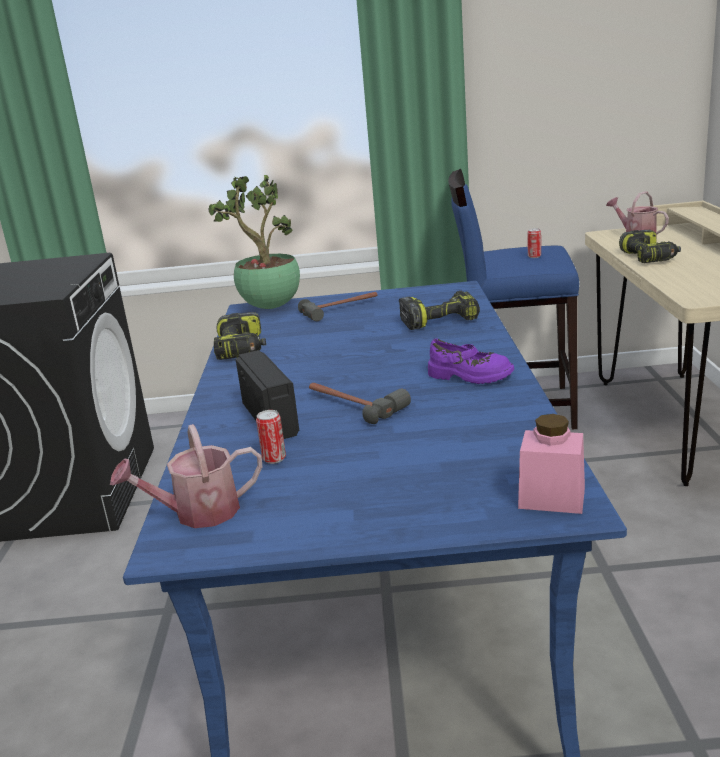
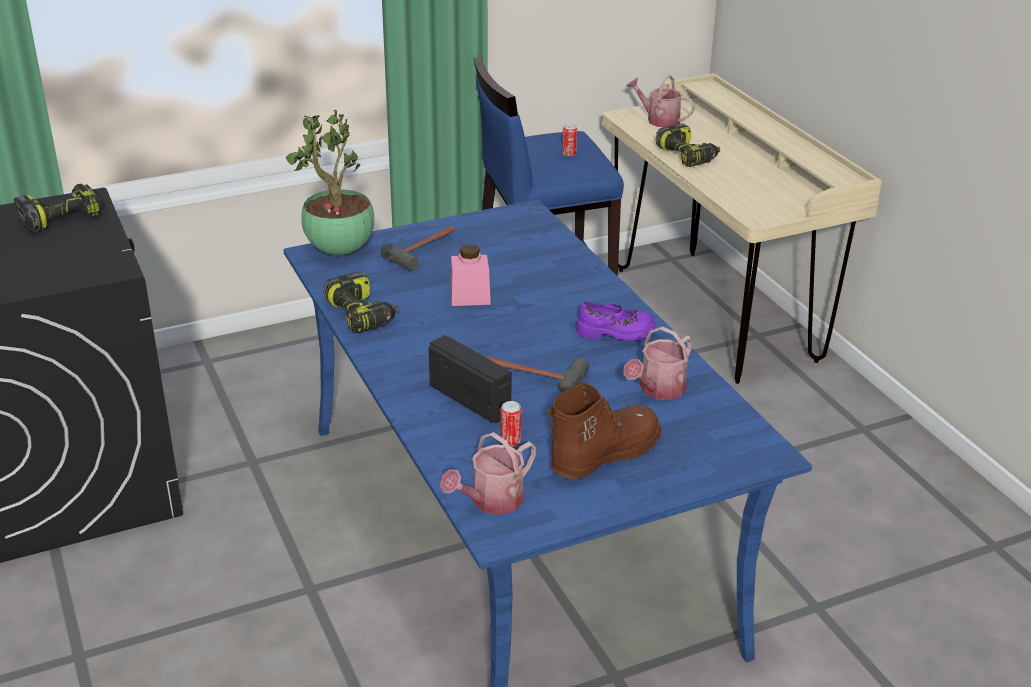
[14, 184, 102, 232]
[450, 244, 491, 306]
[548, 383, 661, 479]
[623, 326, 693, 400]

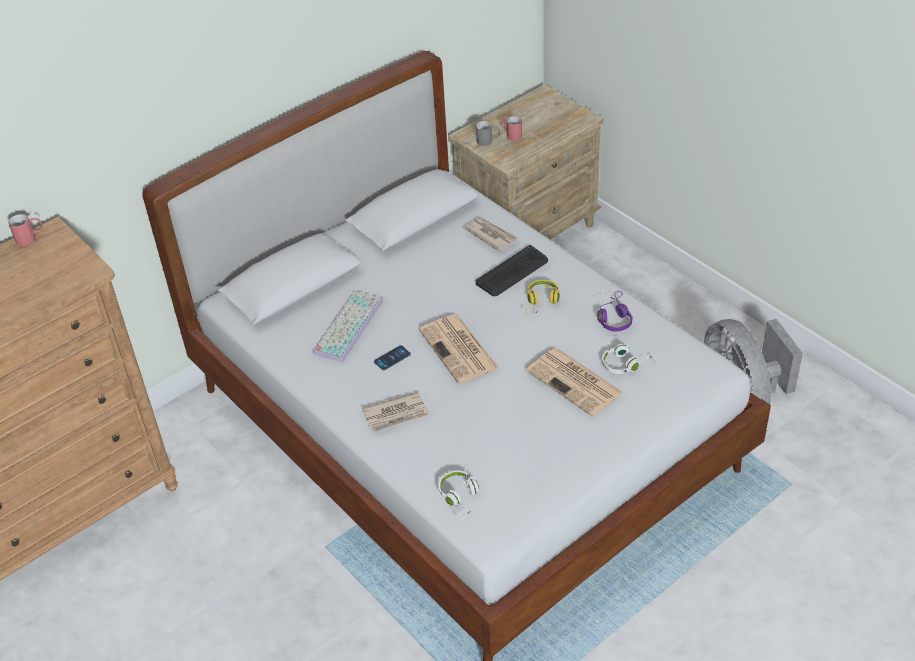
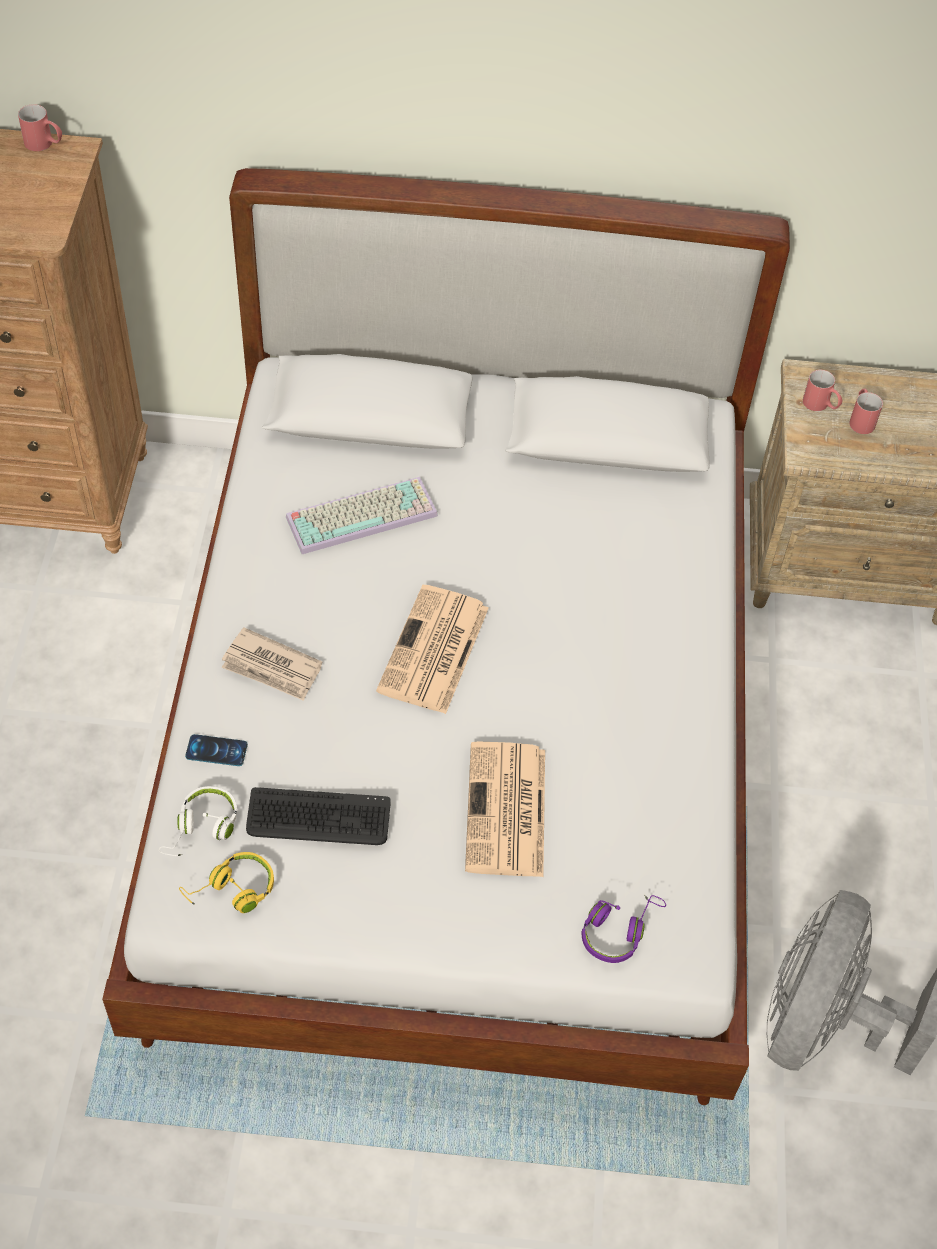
[179, 852, 274, 913]
[185, 734, 248, 766]
[246, 787, 391, 845]
[582, 895, 666, 963]
[803, 370, 842, 411]
[464, 217, 518, 252] (first image)
[602, 340, 657, 374] (first image)

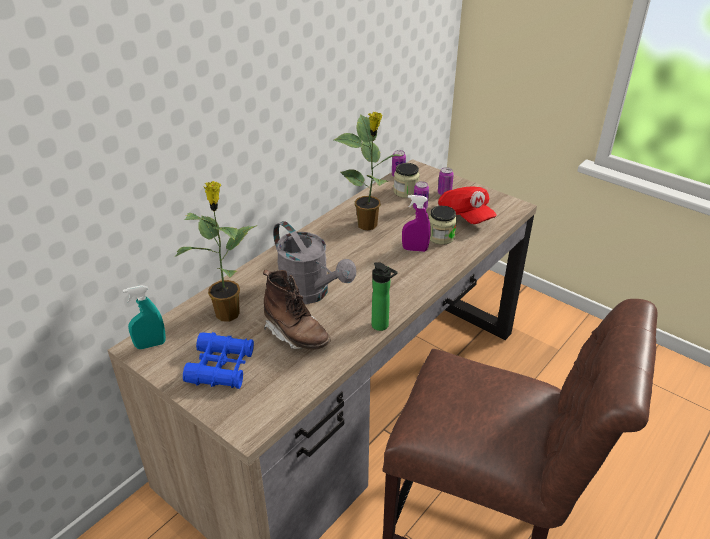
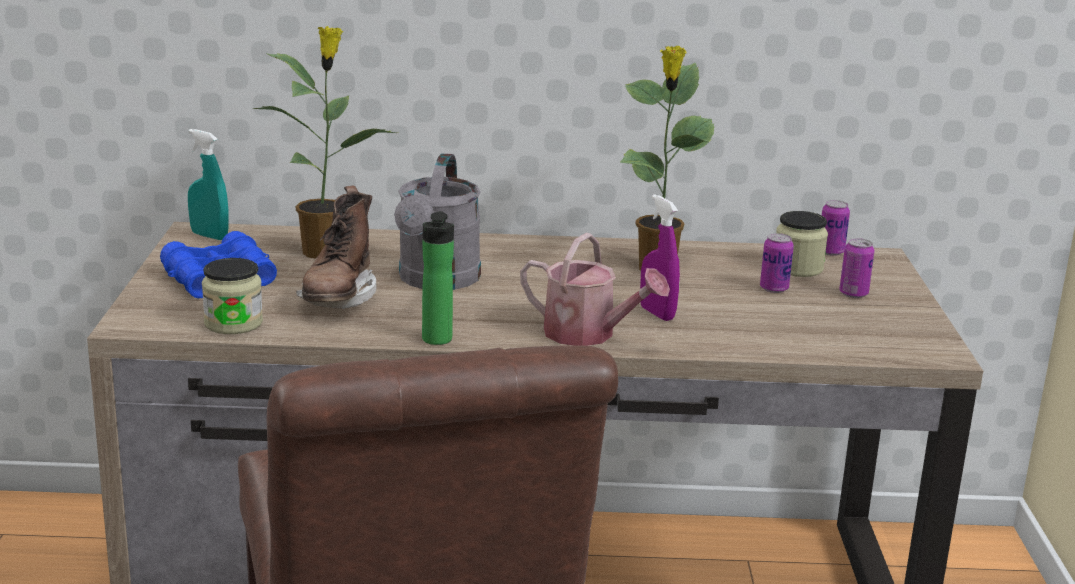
[202, 258, 263, 334]
[520, 233, 670, 346]
[438, 187, 497, 224] (first image)

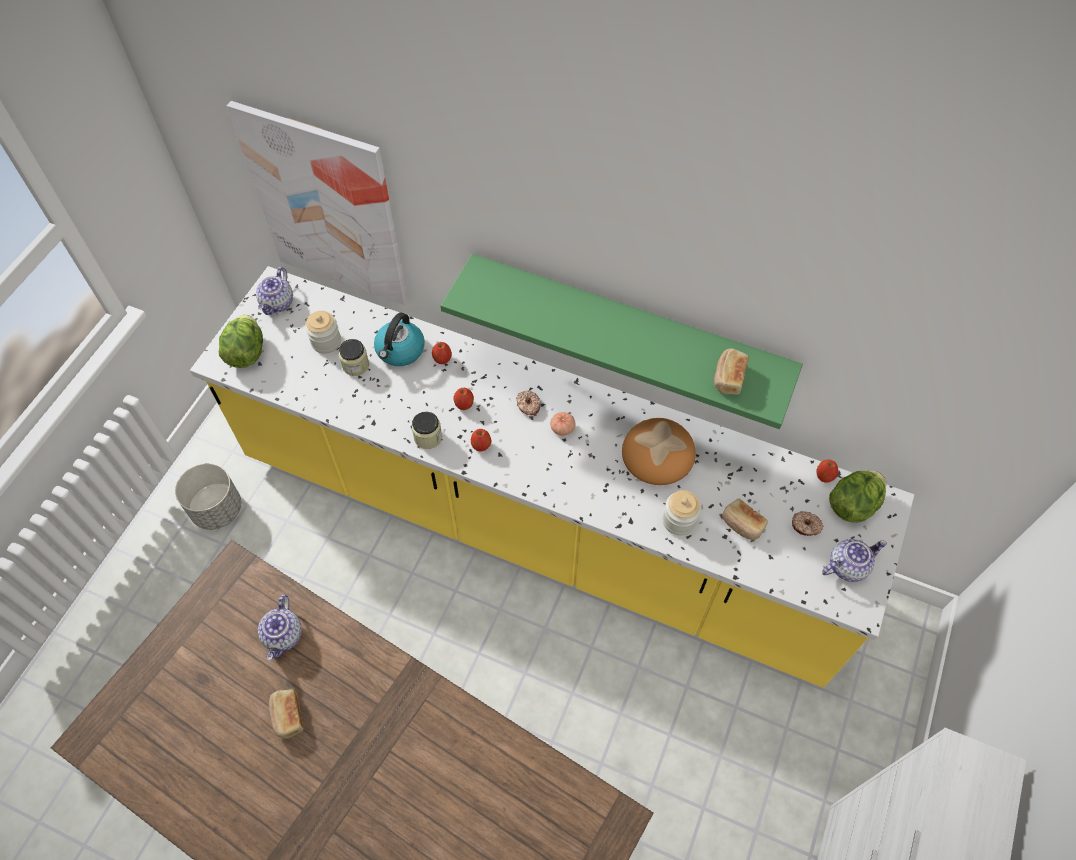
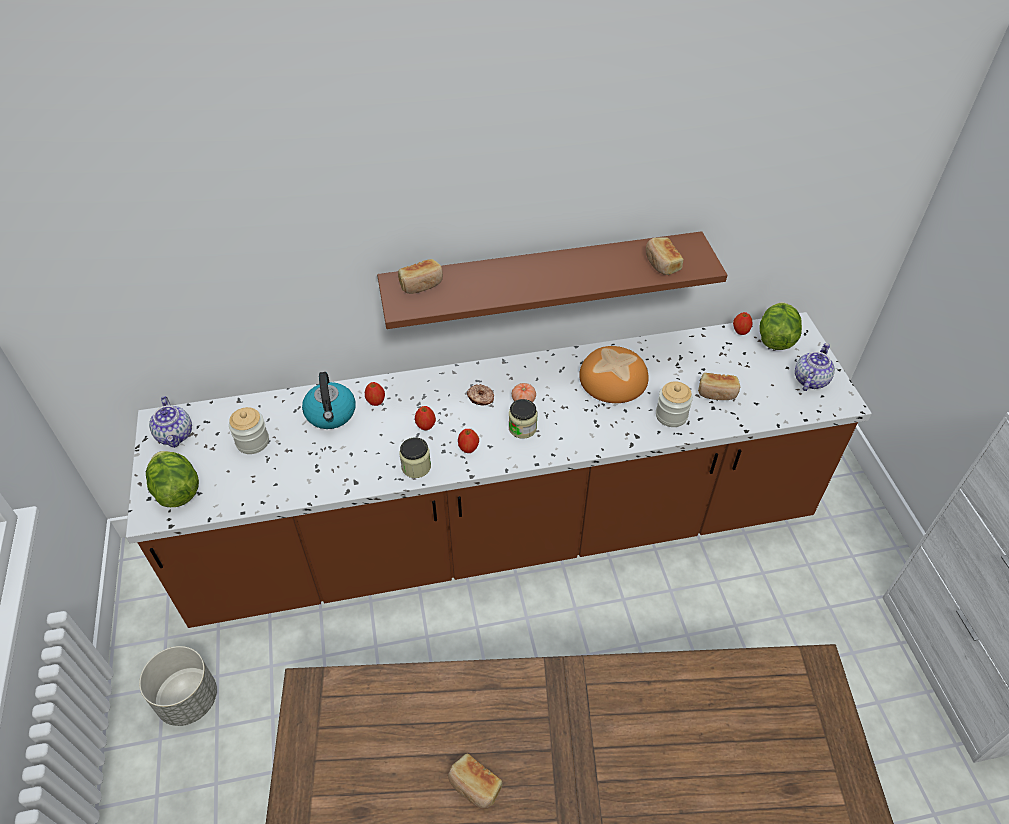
[126, 312, 872, 628]
[377, 231, 727, 329]
[398, 259, 443, 294]
[509, 399, 538, 439]
[227, 101, 408, 305] (first image)
[258, 595, 302, 660] (first image)
[792, 511, 823, 536] (first image)

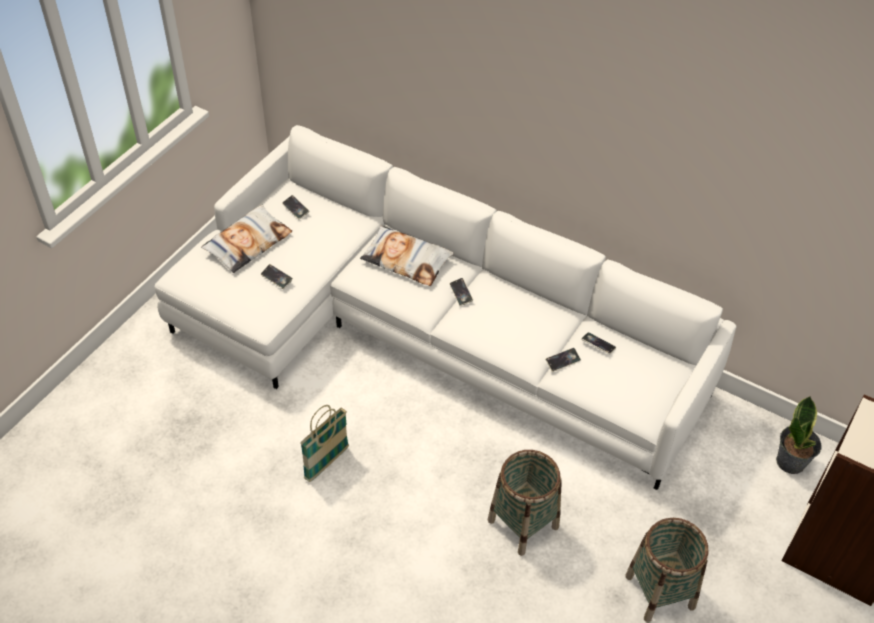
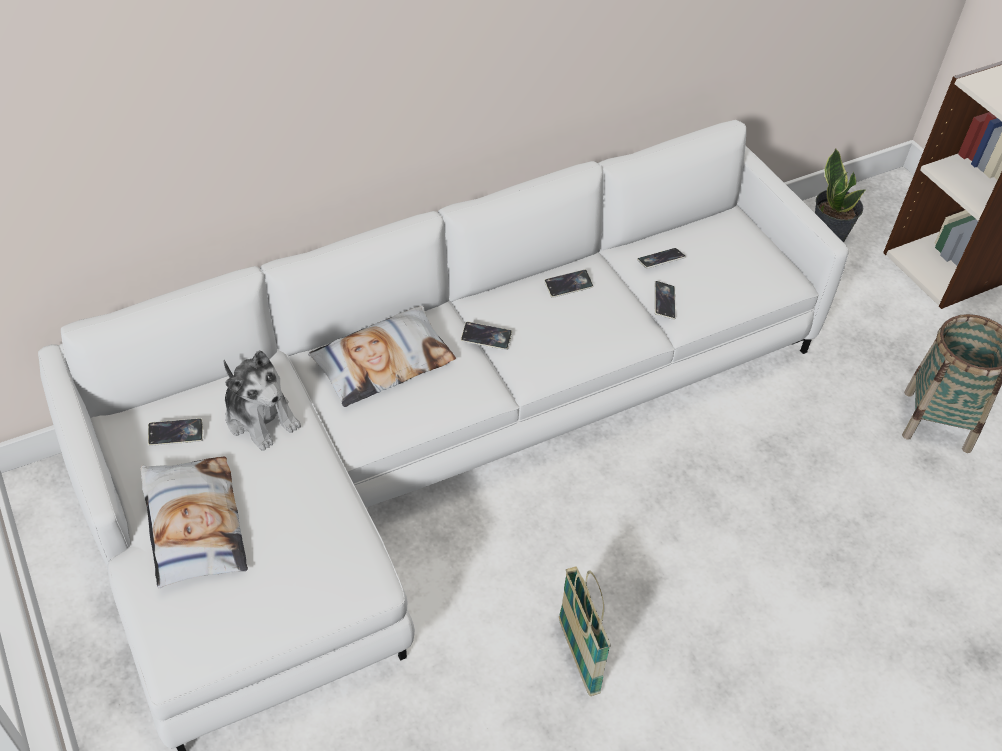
[223, 350, 301, 451]
[544, 269, 593, 298]
[488, 450, 562, 556] (first image)

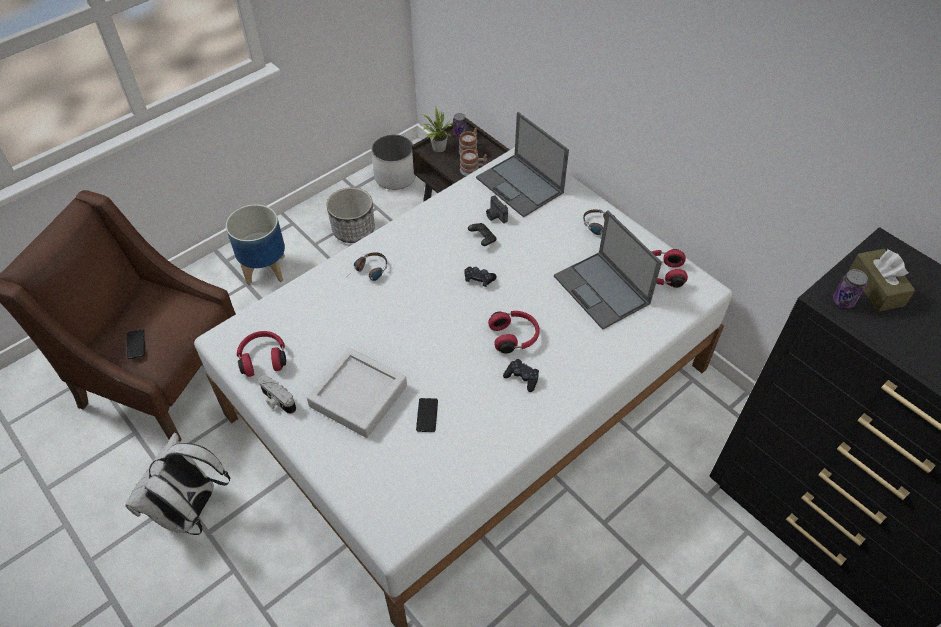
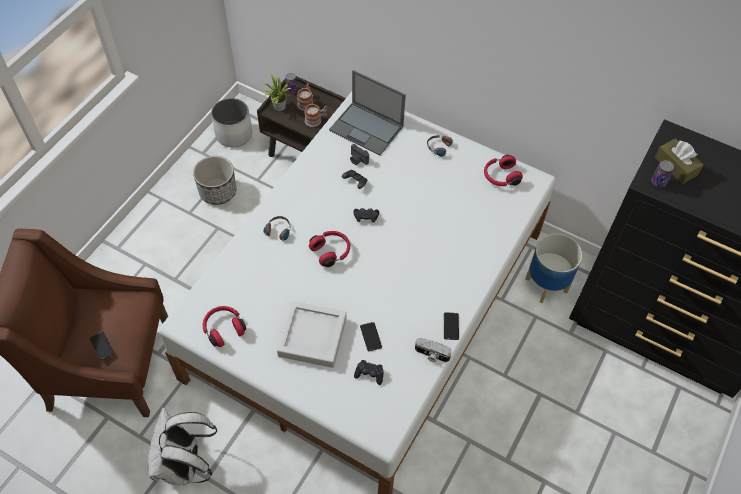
[309, 231, 350, 267]
[354, 360, 384, 385]
[415, 338, 452, 362]
[444, 312, 459, 340]
[525, 233, 582, 303]
[554, 210, 662, 330] (first image)

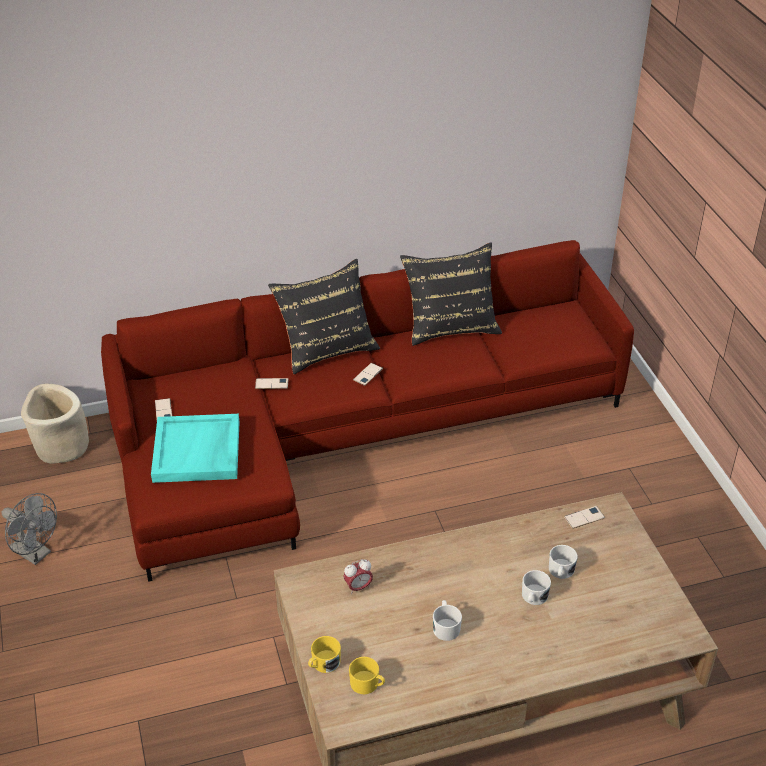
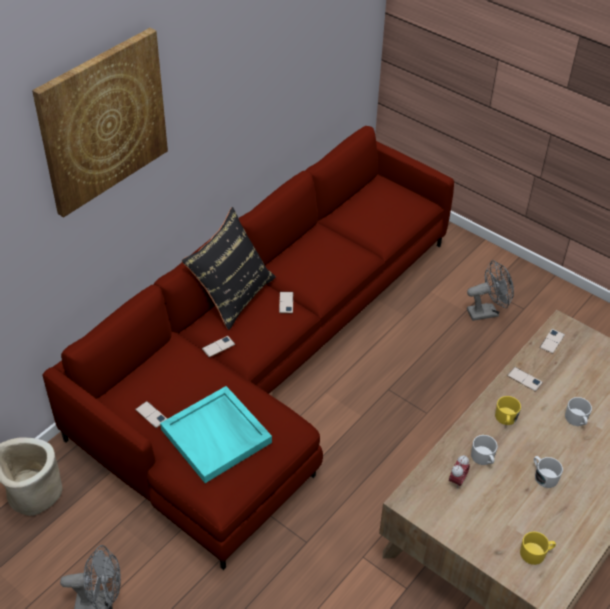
[32, 28, 168, 218]
[467, 260, 514, 321]
[471, 435, 498, 465]
[495, 396, 521, 425]
[507, 367, 543, 392]
[400, 242, 502, 346] (first image)

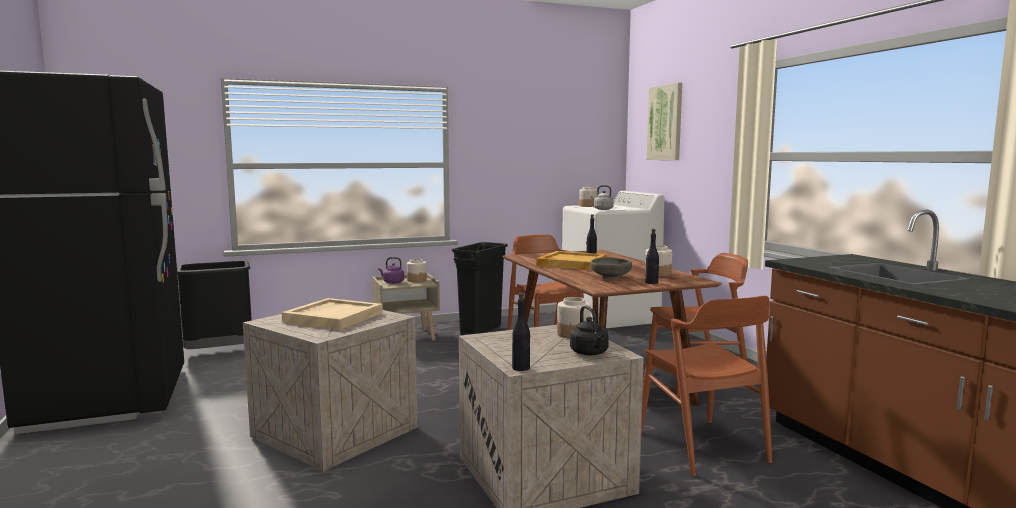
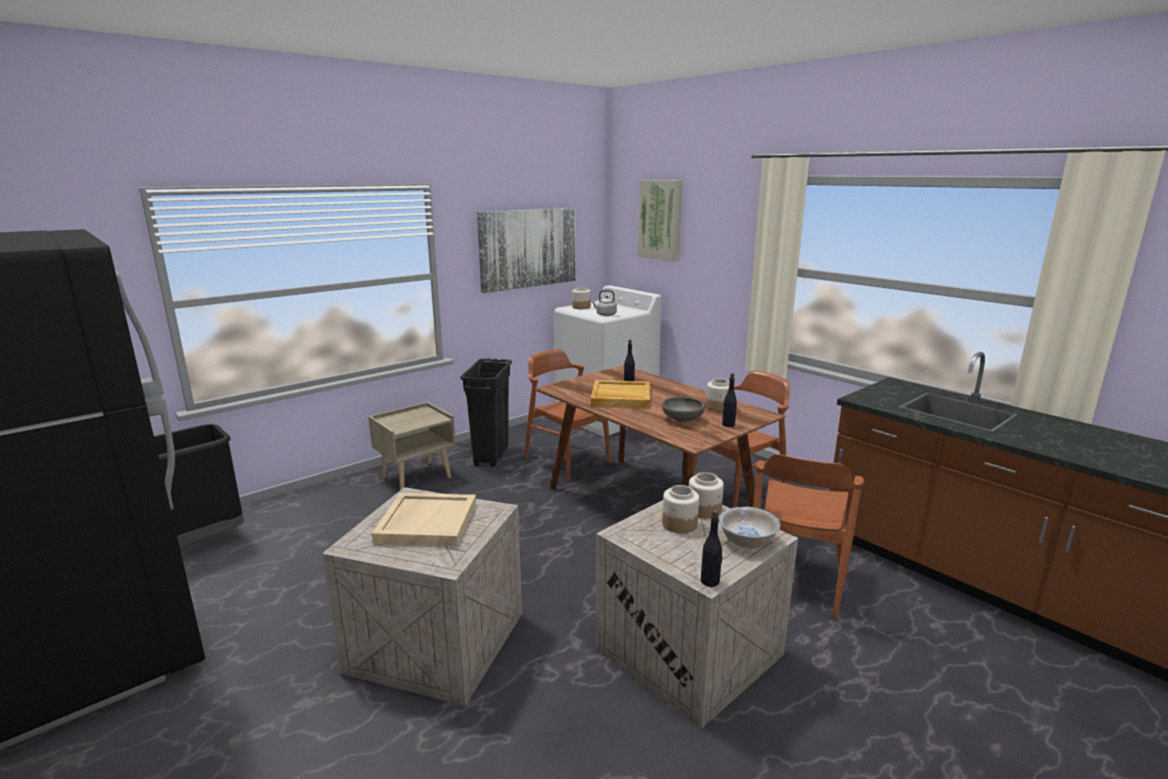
[477, 208, 576, 293]
[662, 485, 699, 534]
[719, 507, 781, 549]
[753, 454, 864, 618]
[378, 257, 404, 284] (first image)

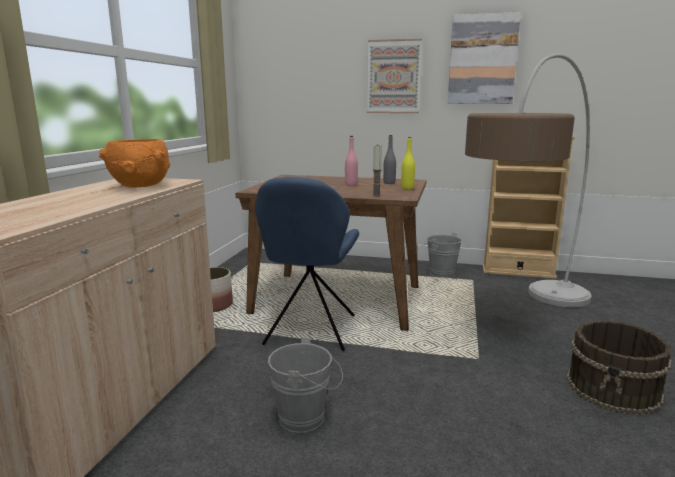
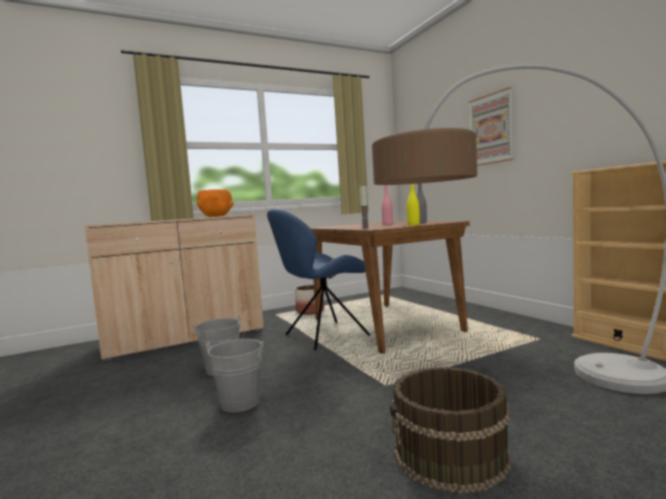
[206, 339, 267, 413]
[448, 12, 521, 104] (first image)

